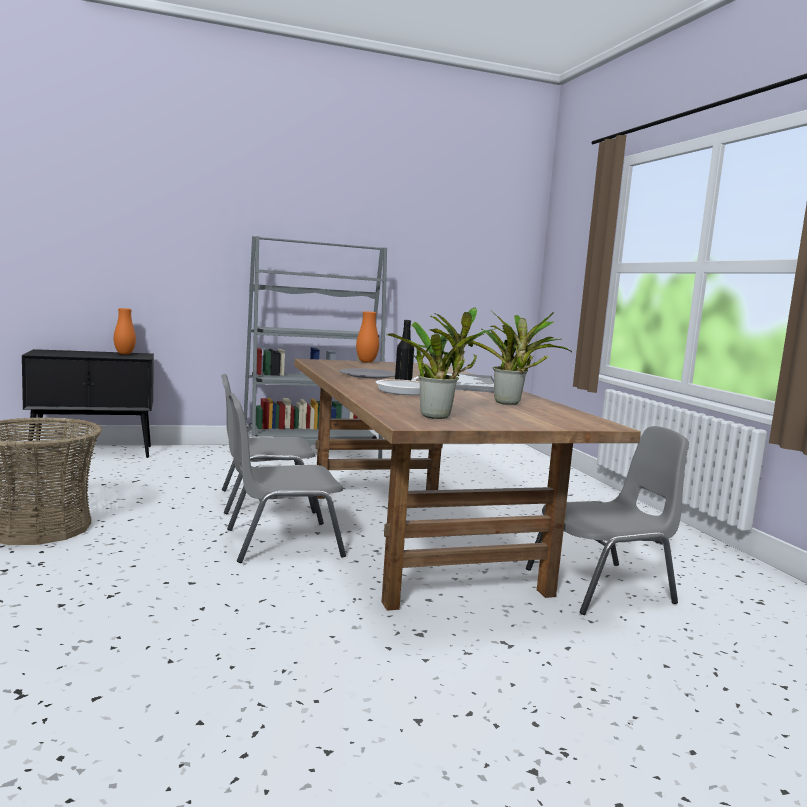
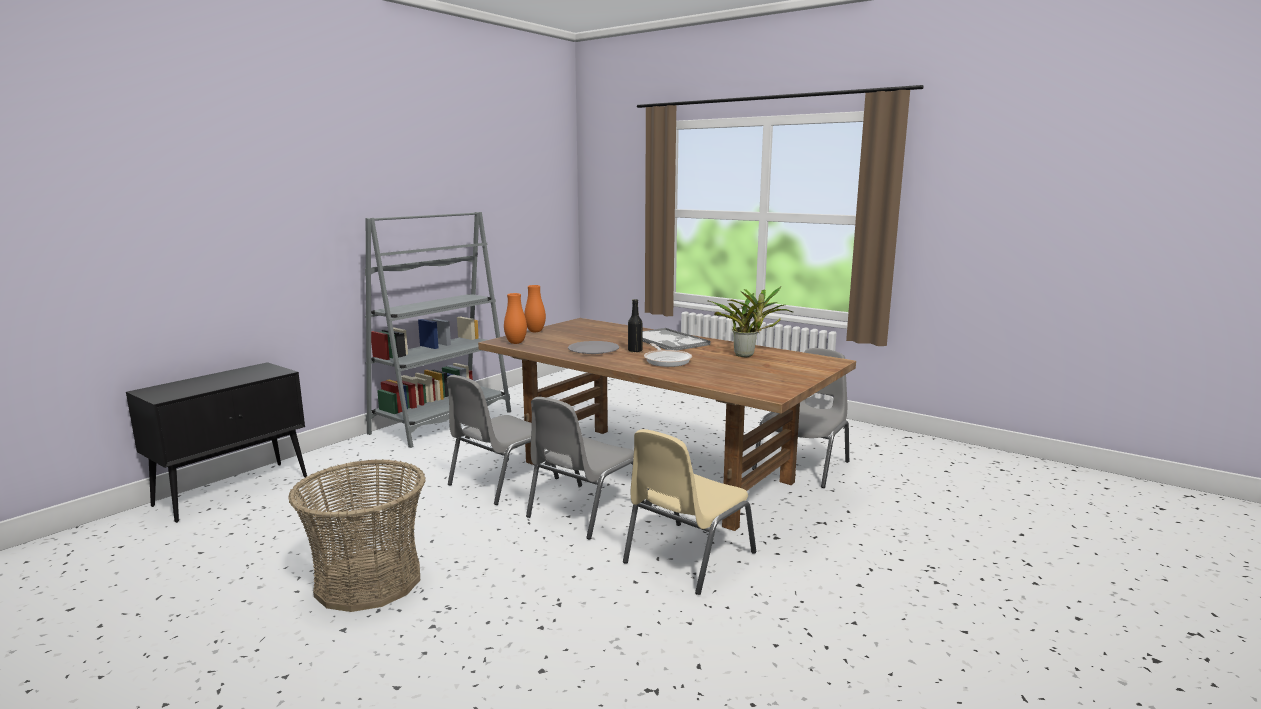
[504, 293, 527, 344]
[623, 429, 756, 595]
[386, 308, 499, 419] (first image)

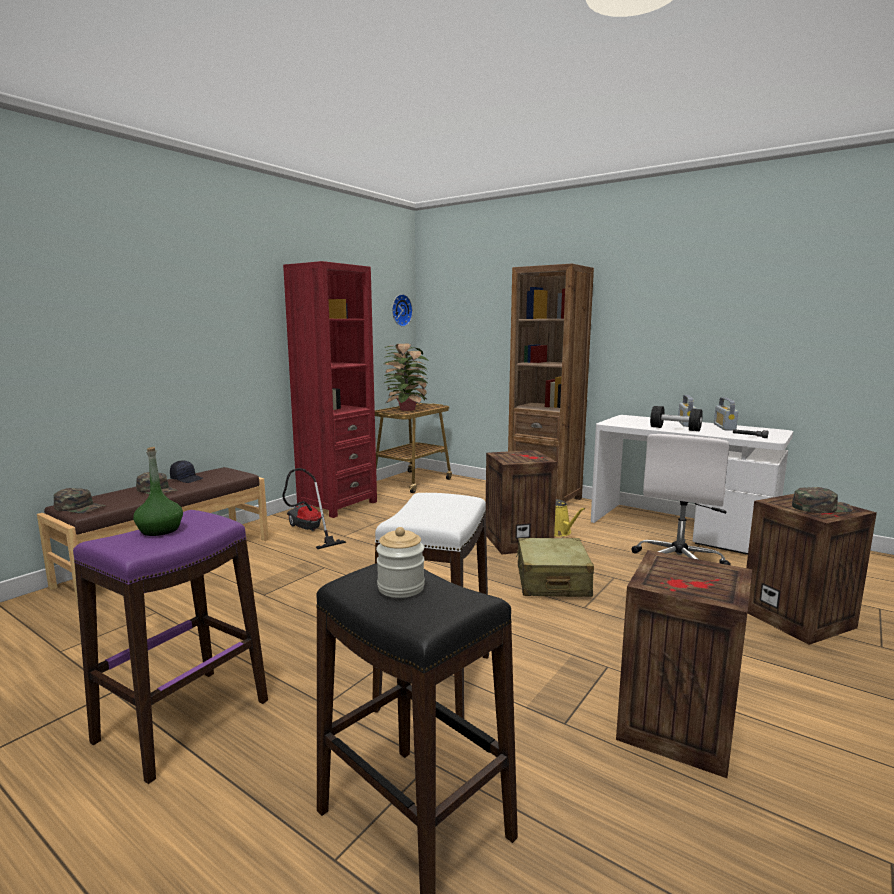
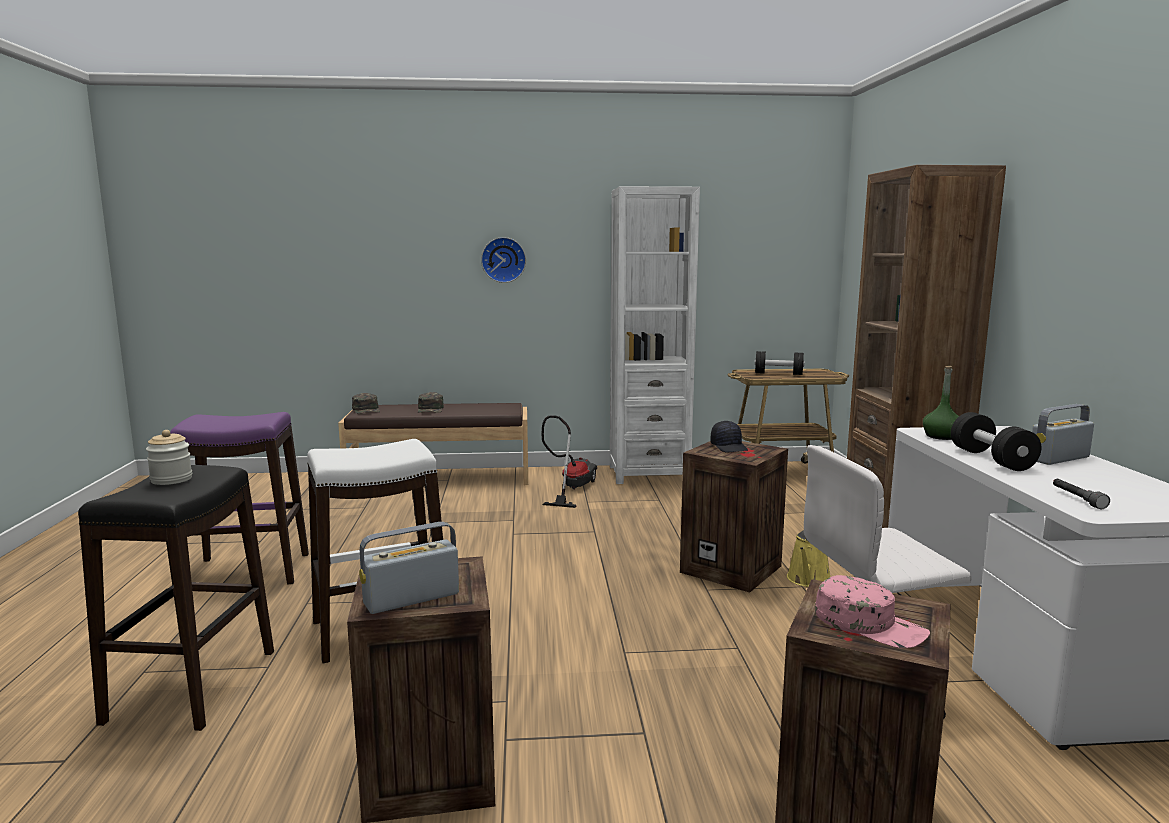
[359, 522, 459, 614]
[481, 237, 526, 283]
[610, 186, 700, 484]
[710, 421, 748, 452]
[755, 351, 804, 375]
[815, 575, 930, 648]
[923, 366, 959, 440]
[516, 538, 594, 597] (first image)

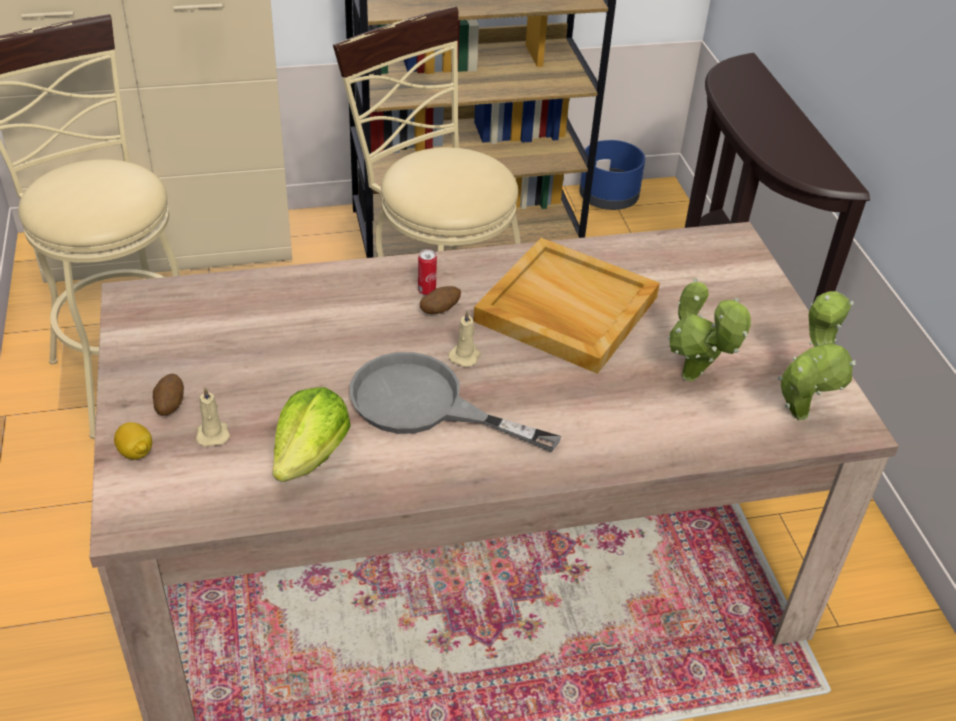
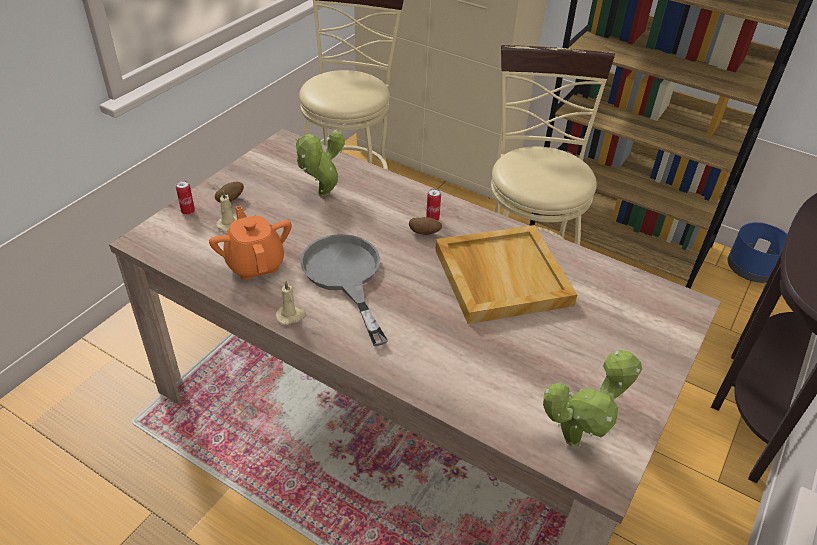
[176, 180, 195, 215]
[209, 205, 292, 280]
[275, 281, 306, 325]
[296, 130, 345, 196]

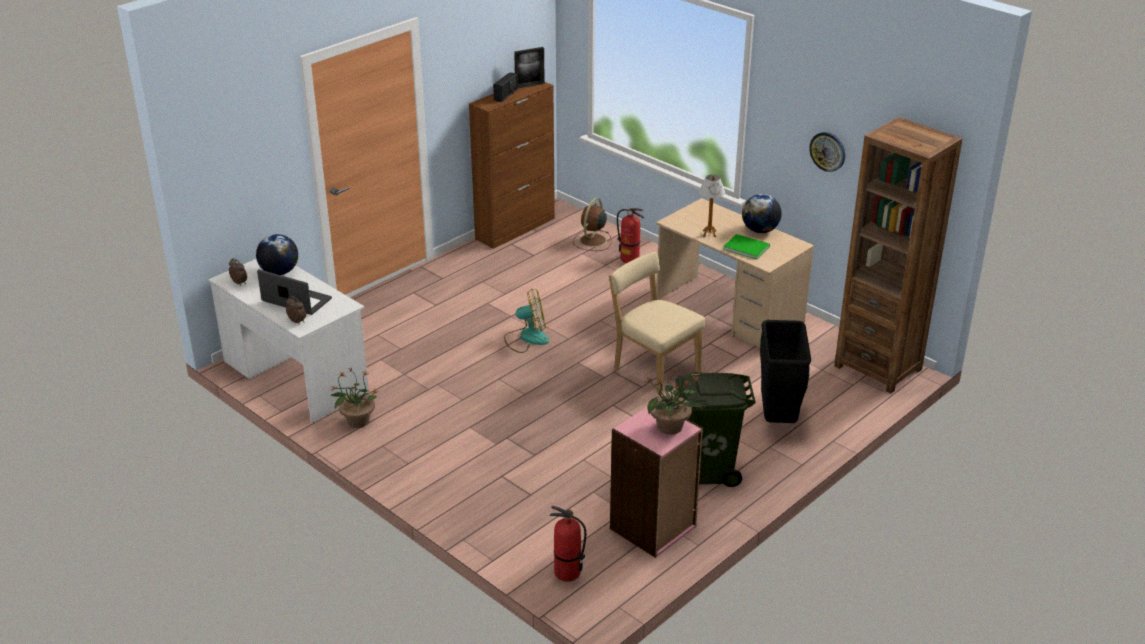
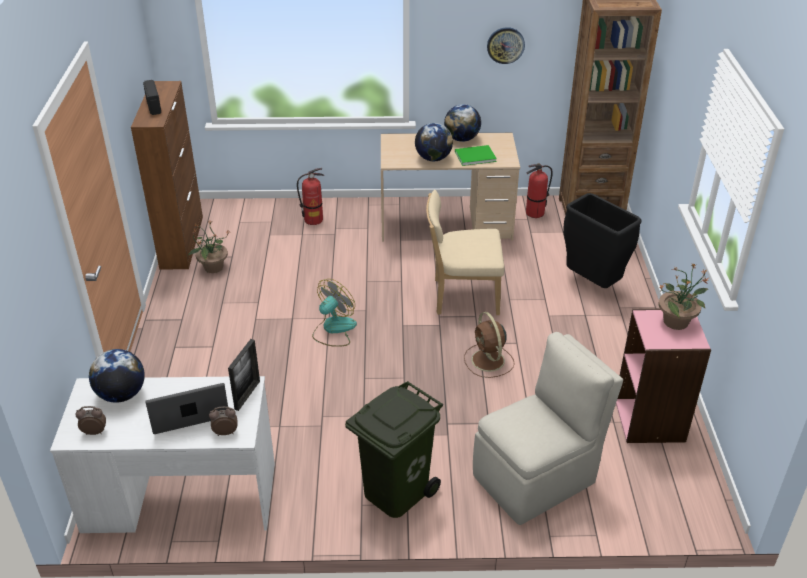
[187, 220, 230, 273]
[228, 339, 260, 411]
[345, 381, 443, 518]
[415, 123, 453, 161]
[464, 312, 515, 378]
[473, 332, 623, 525]
[526, 163, 553, 218]

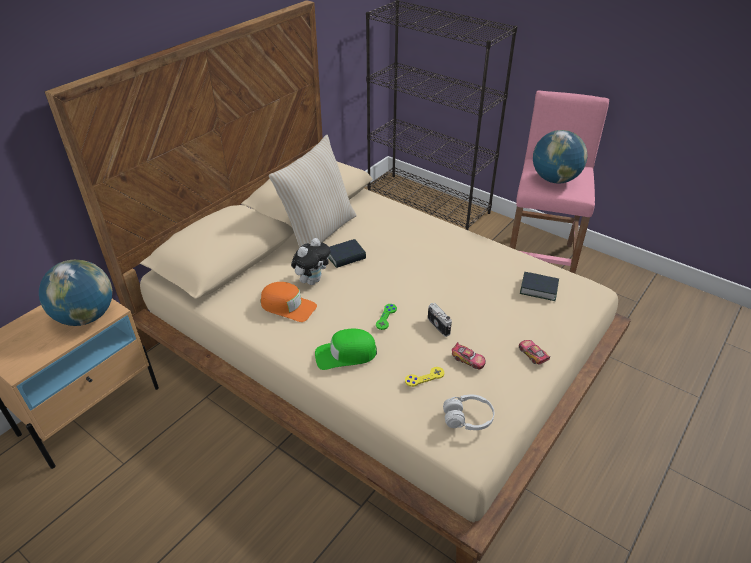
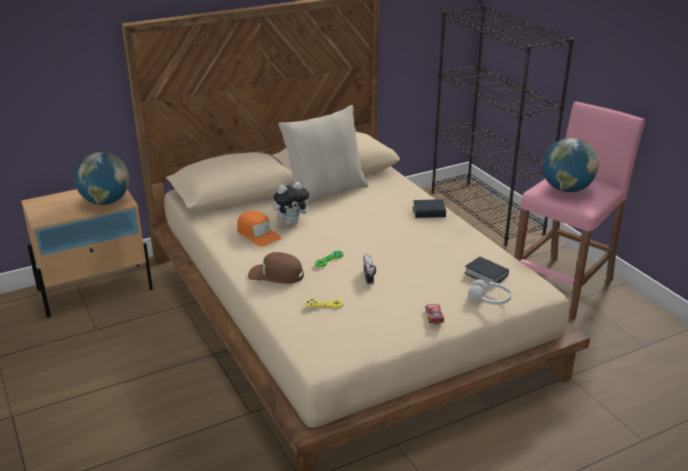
[248, 252, 304, 284]
[413, 199, 446, 218]
[468, 279, 512, 305]
[452, 342, 486, 370] (first image)

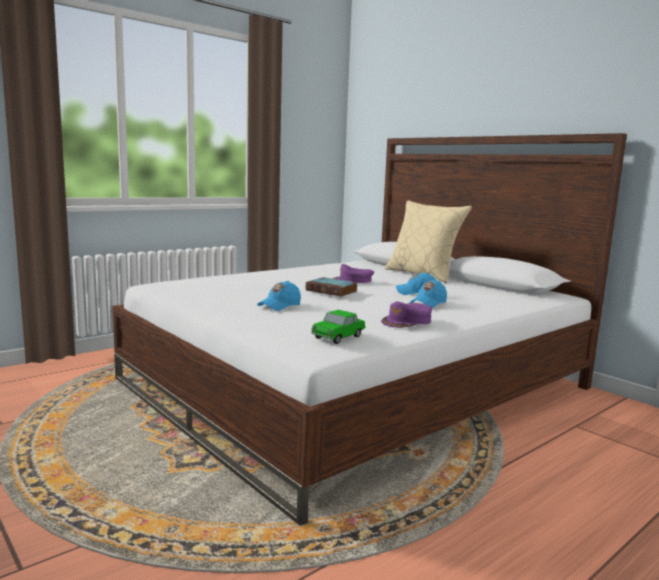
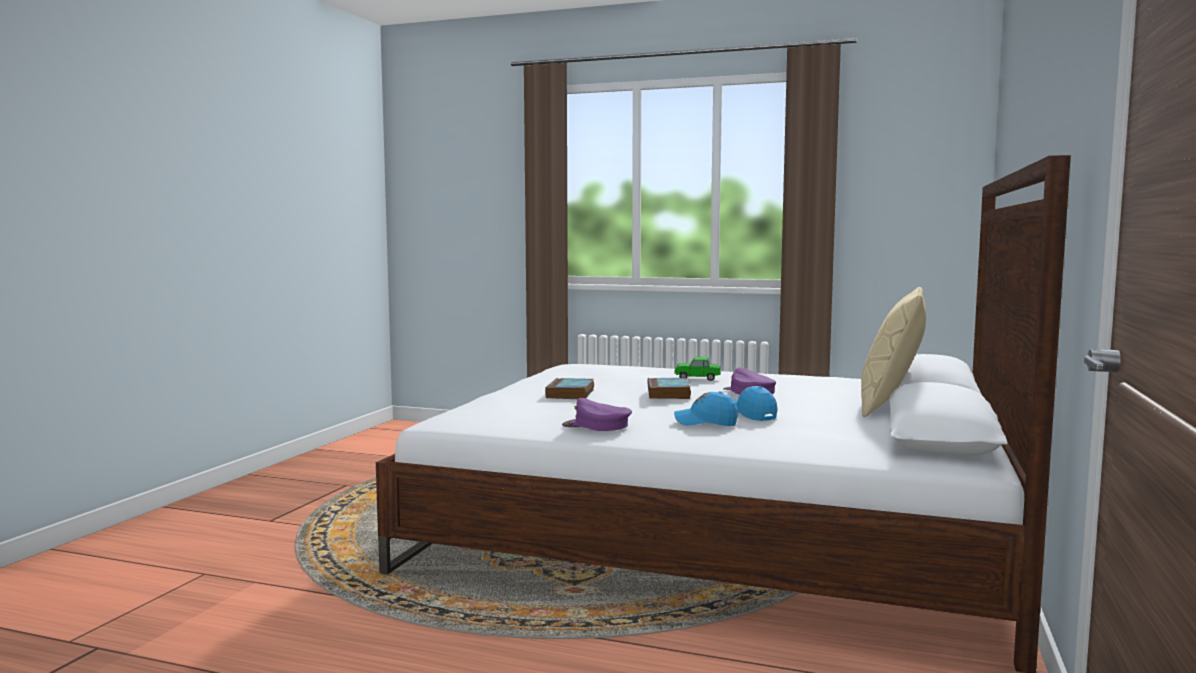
[545, 378, 594, 399]
[674, 357, 721, 381]

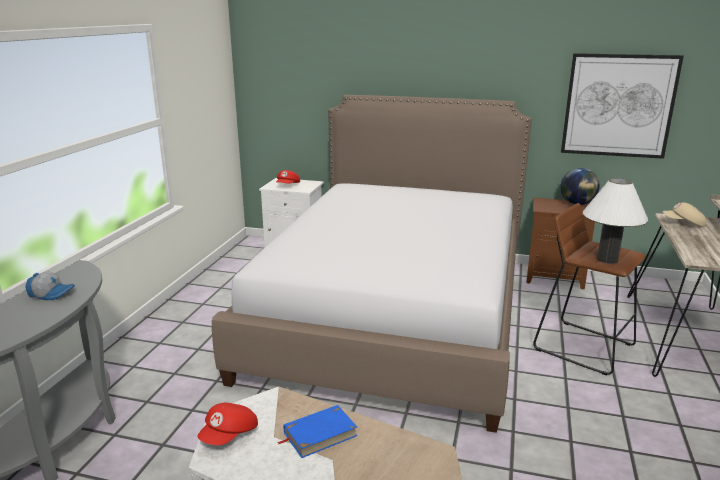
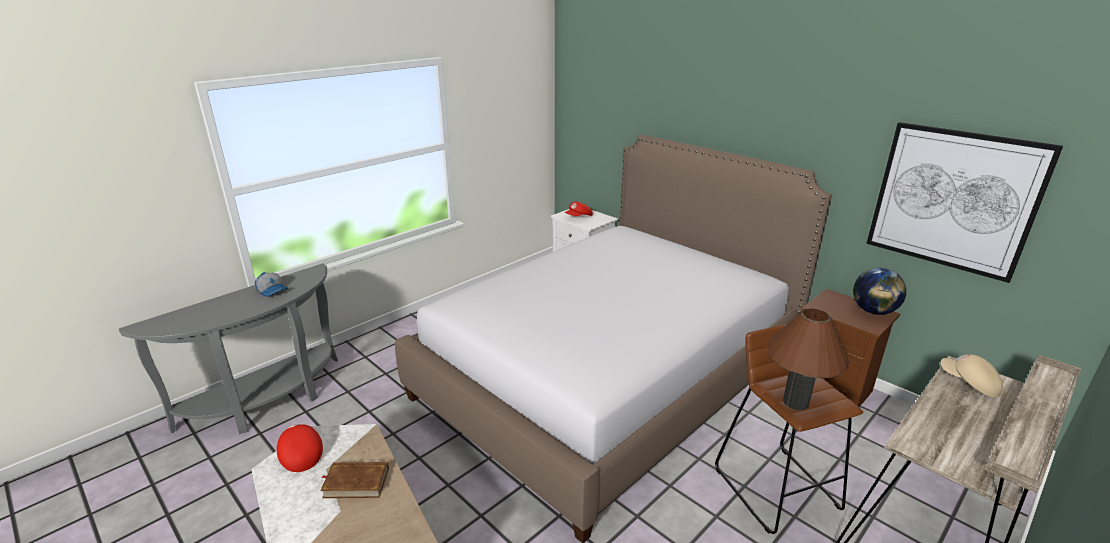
[277, 424, 323, 472]
[320, 462, 389, 498]
[767, 308, 849, 410]

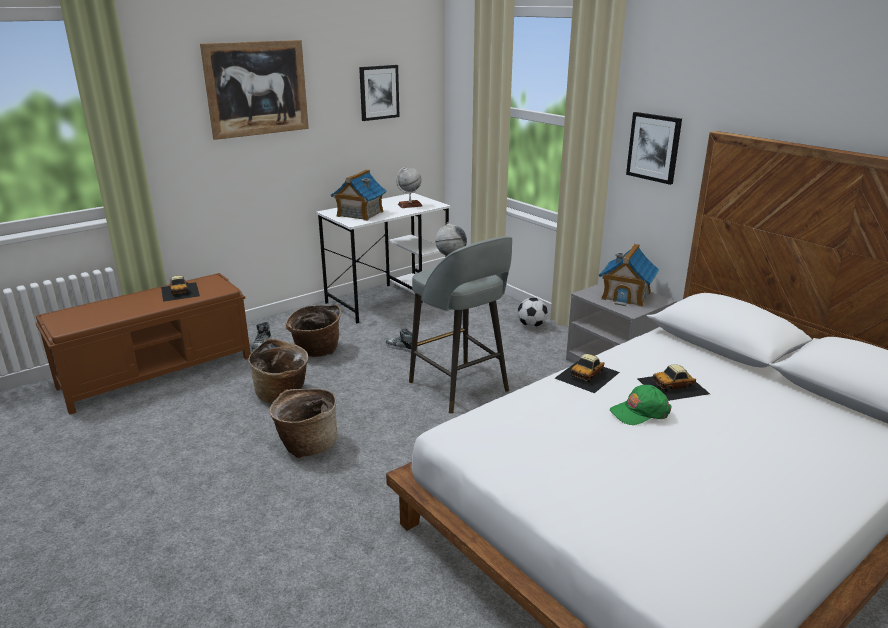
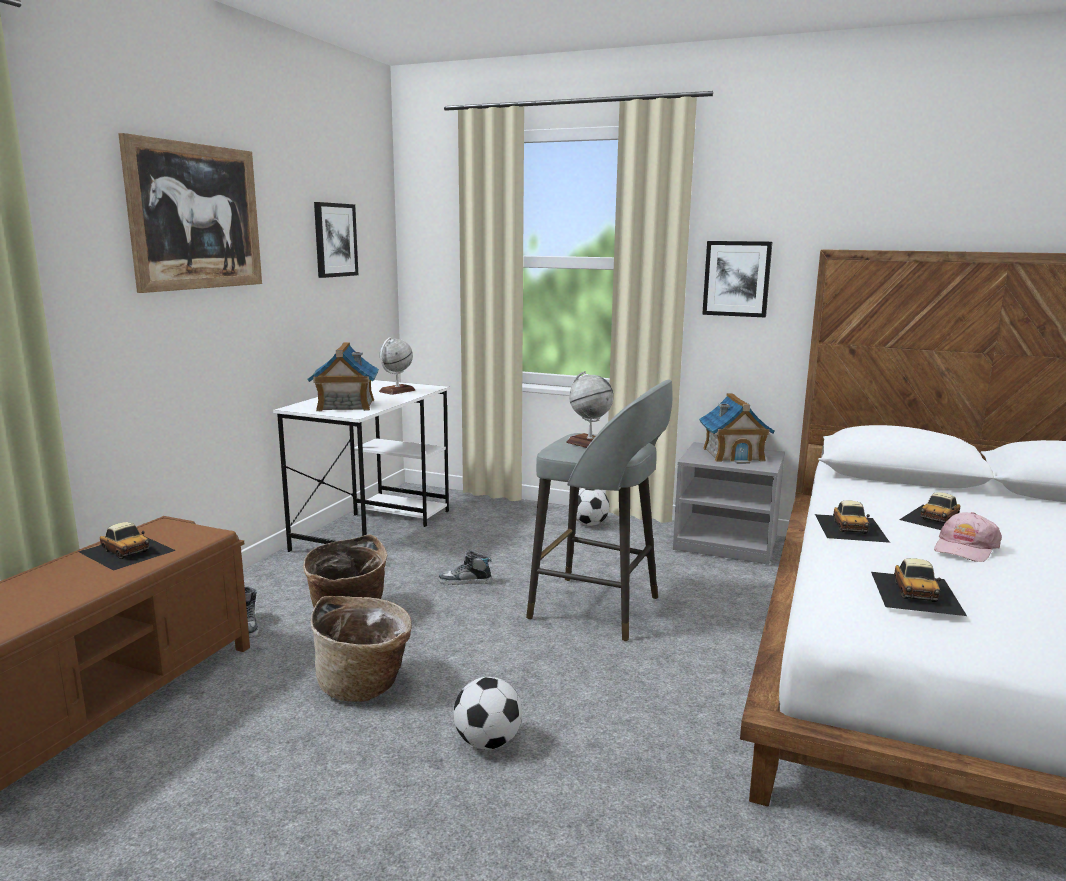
[454, 677, 522, 749]
[871, 558, 967, 616]
[934, 512, 1002, 562]

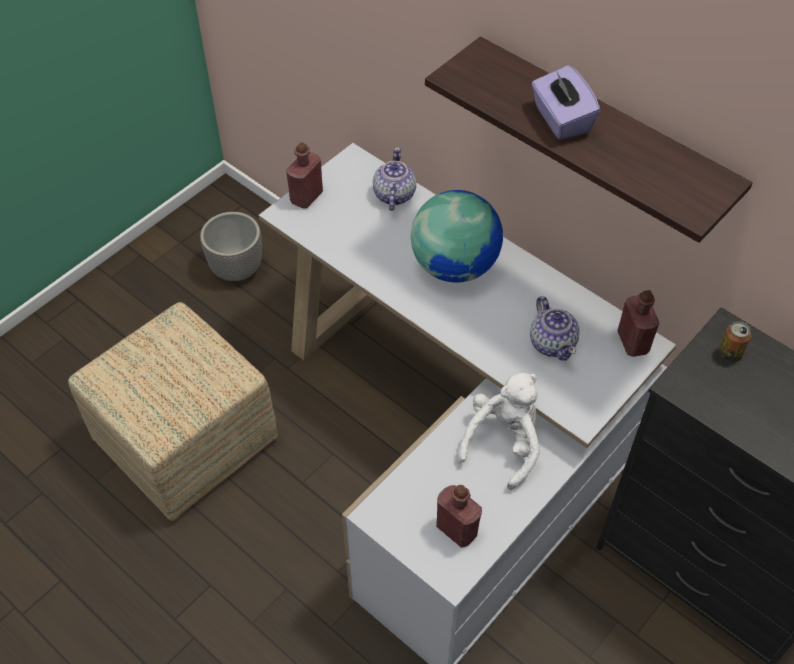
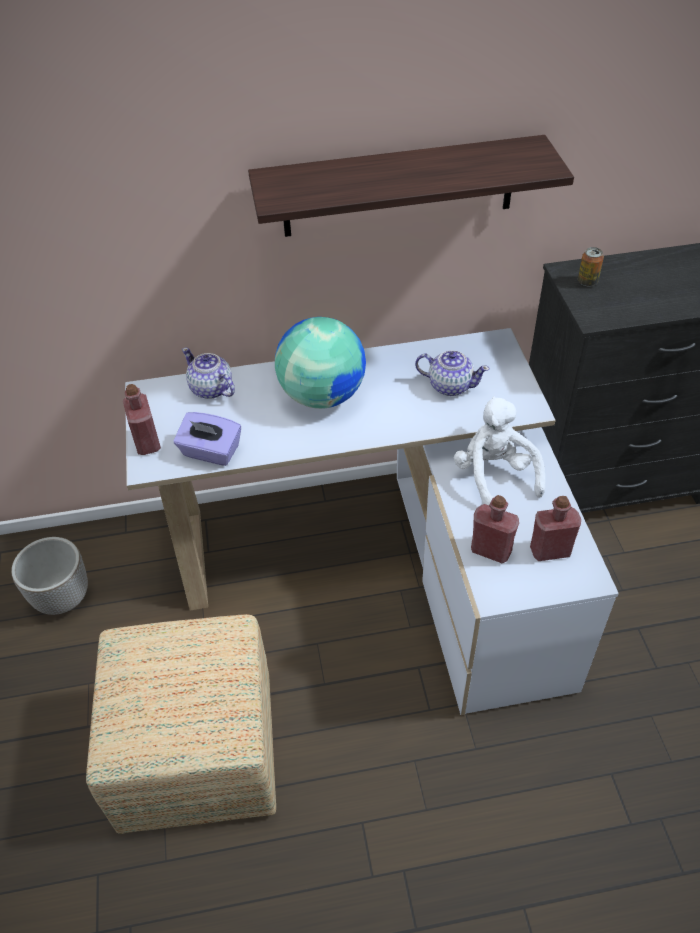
[174, 412, 241, 466]
[471, 495, 519, 564]

